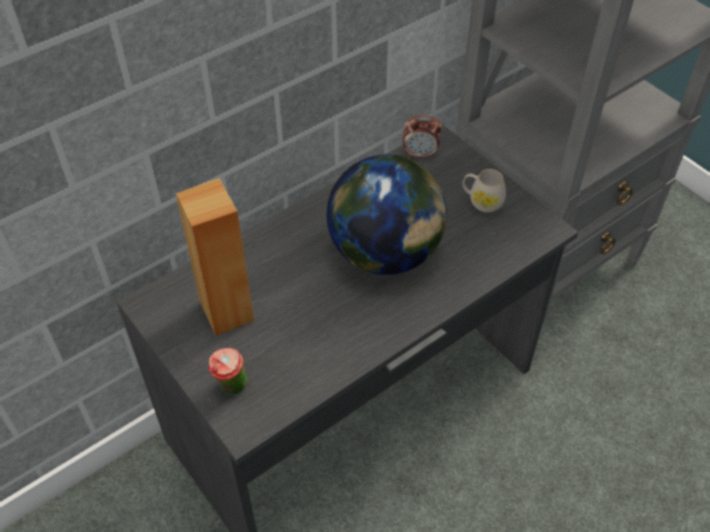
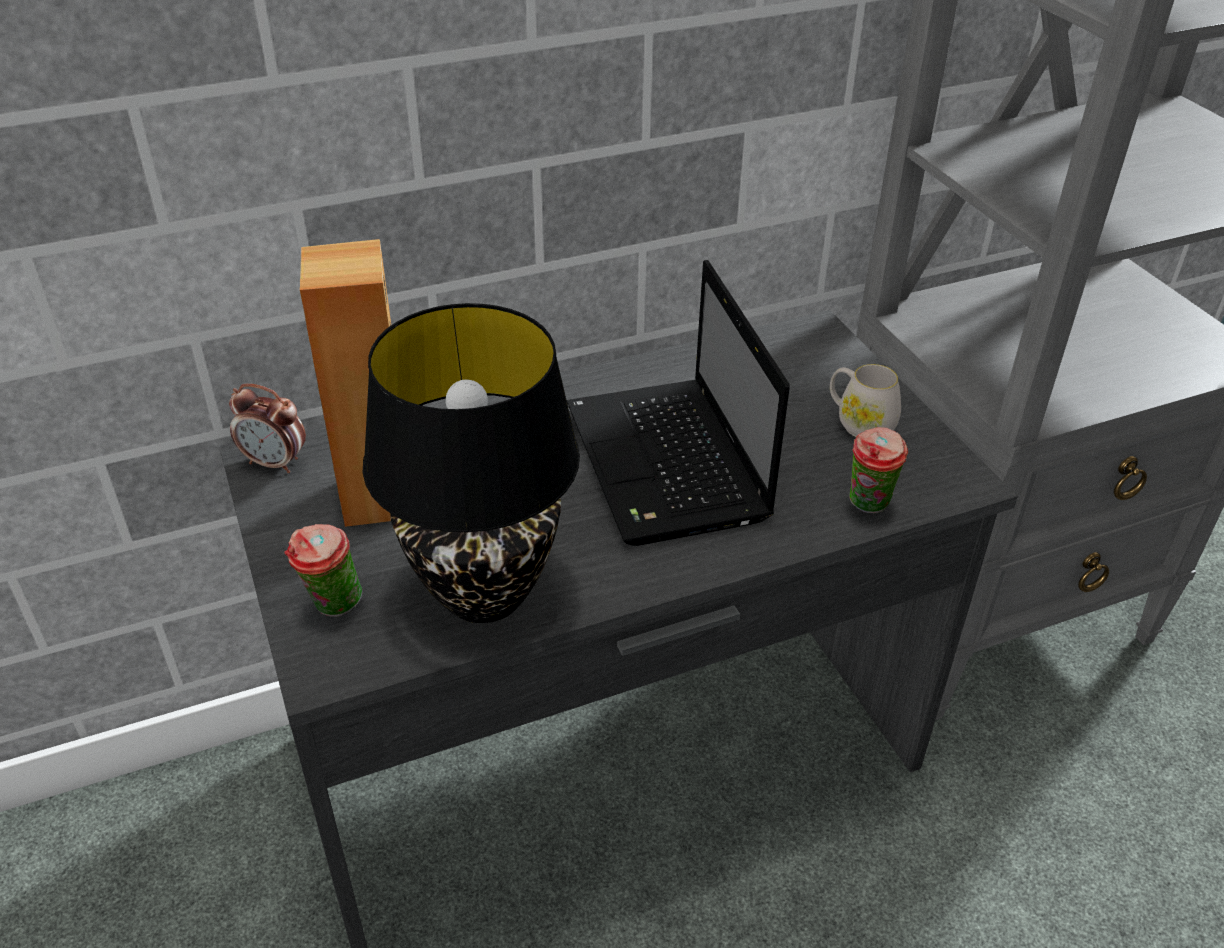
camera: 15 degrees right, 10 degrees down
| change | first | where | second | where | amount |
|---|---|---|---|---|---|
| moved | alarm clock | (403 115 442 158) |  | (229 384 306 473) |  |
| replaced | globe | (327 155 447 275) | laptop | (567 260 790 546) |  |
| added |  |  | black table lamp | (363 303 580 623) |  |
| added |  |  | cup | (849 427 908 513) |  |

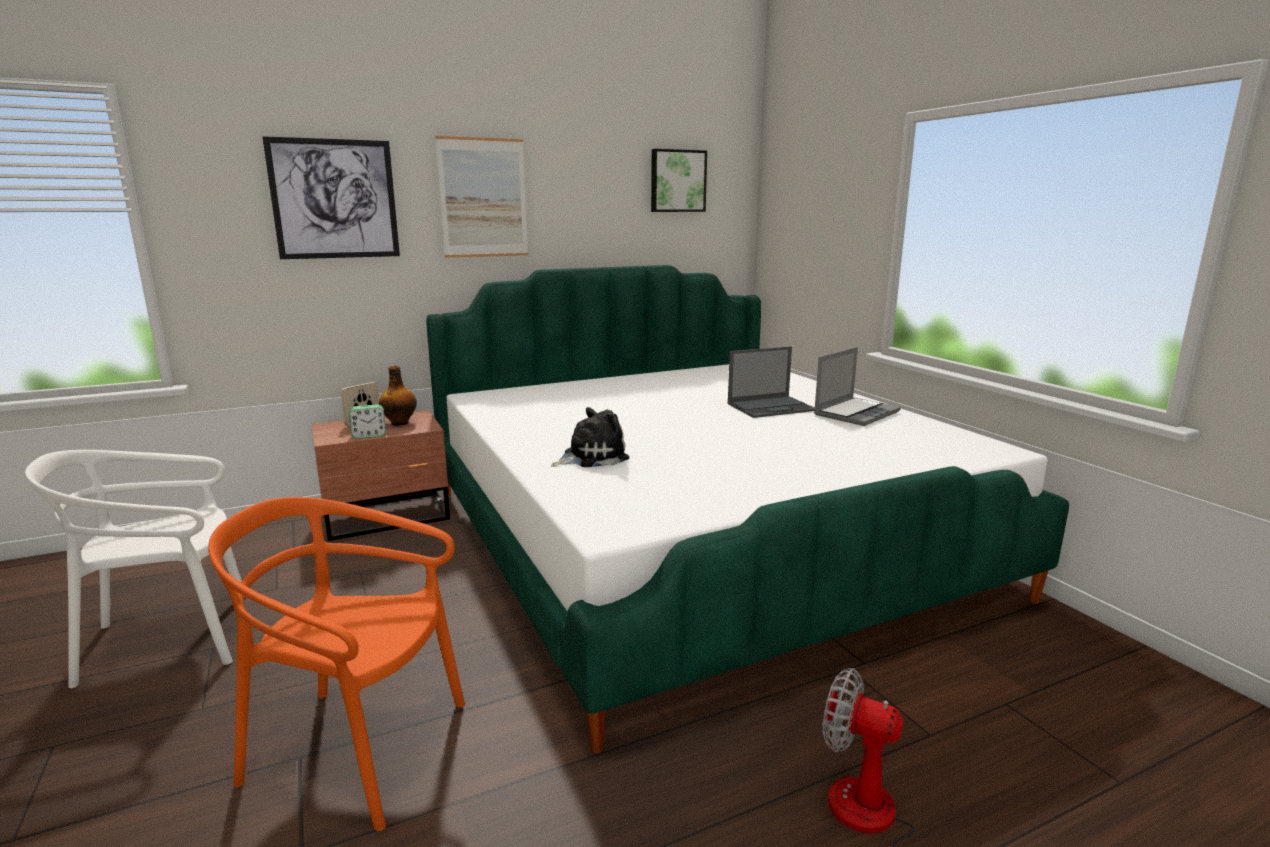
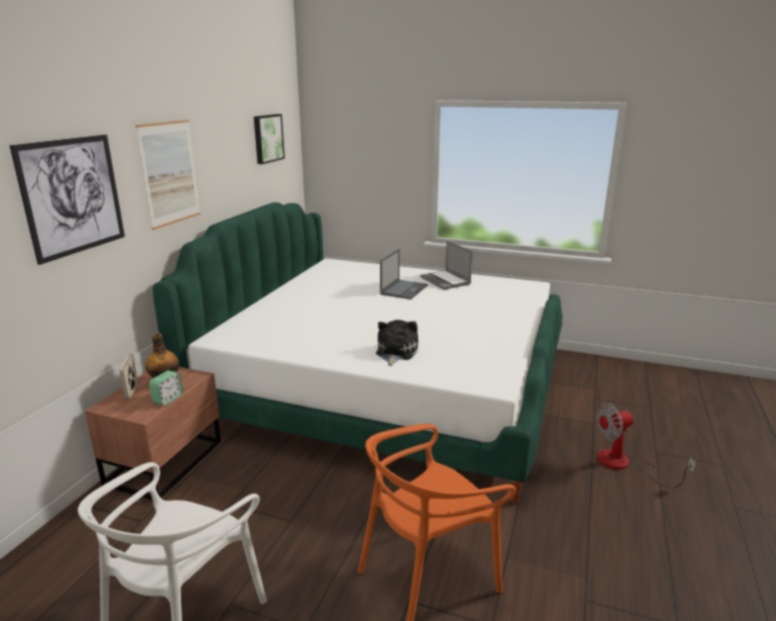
camera: 45 degrees left, 5 degrees up
| change | first | where | second | where | amount |
|---|---|---|---|---|---|
| turned | laptop | (814 347 901 426) |  | (420 241 473 290) | 150 degrees clockwise |

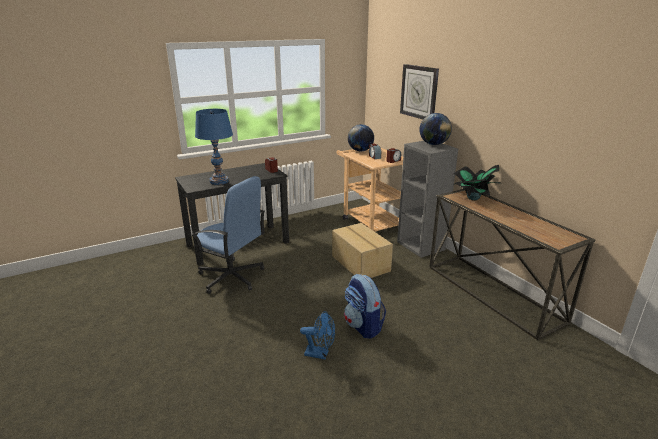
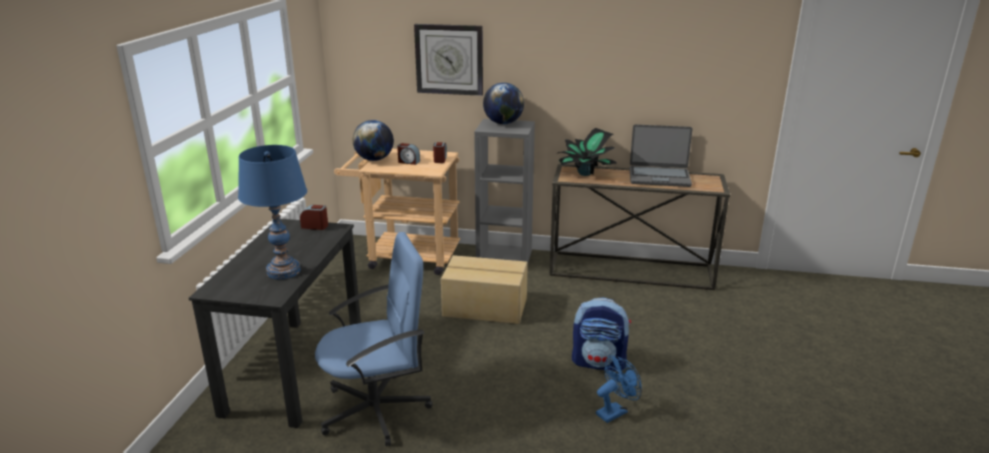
camera: 50 degrees left, 0 degrees up
| change | first | where | second | where | amount |
|---|---|---|---|---|---|
| added |  |  | laptop | (630 124 692 187) |  |

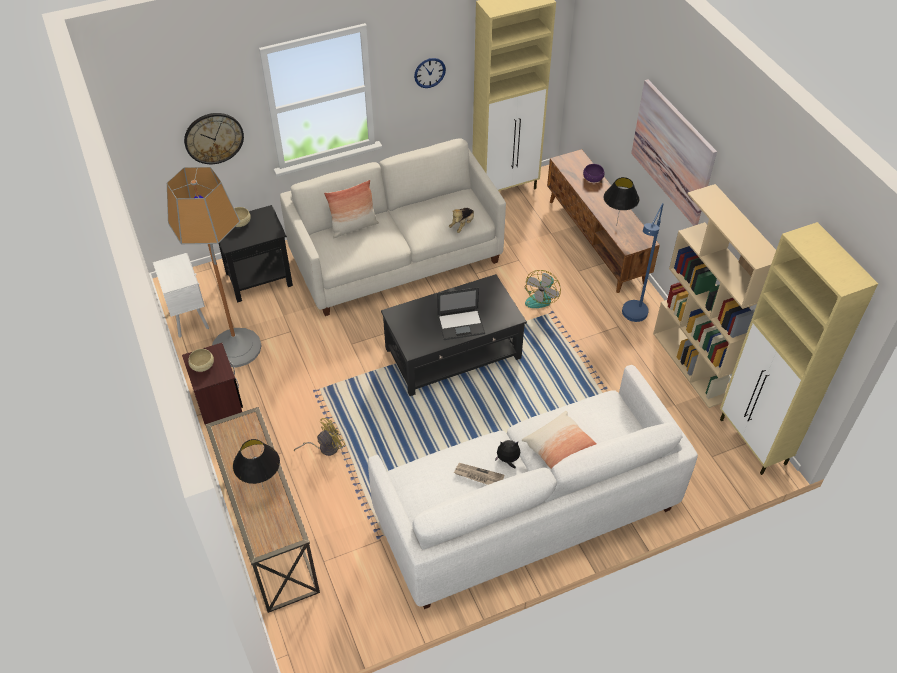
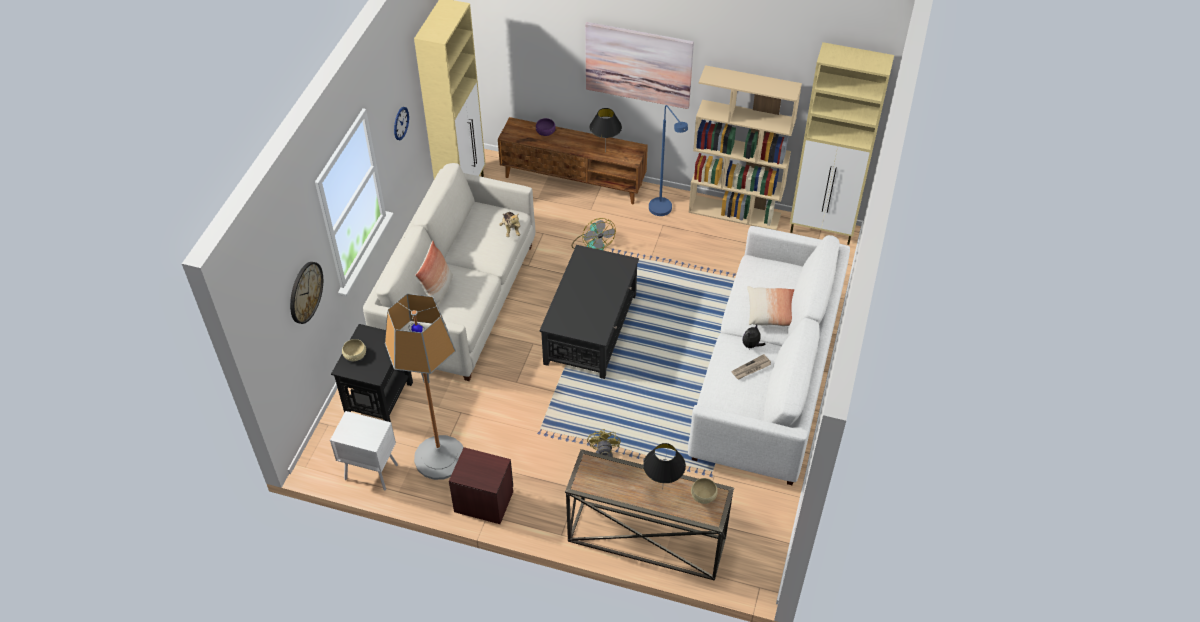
camera: 50 degrees left, 0 degrees up
| change | first | where | second | where | amount |
|---|---|---|---|---|---|
| removed | laptop | (437 287 485 340) |  |  |  |
| moved | beige bowl | (188 349 214 372) |  | (691 478 718 504) |  |

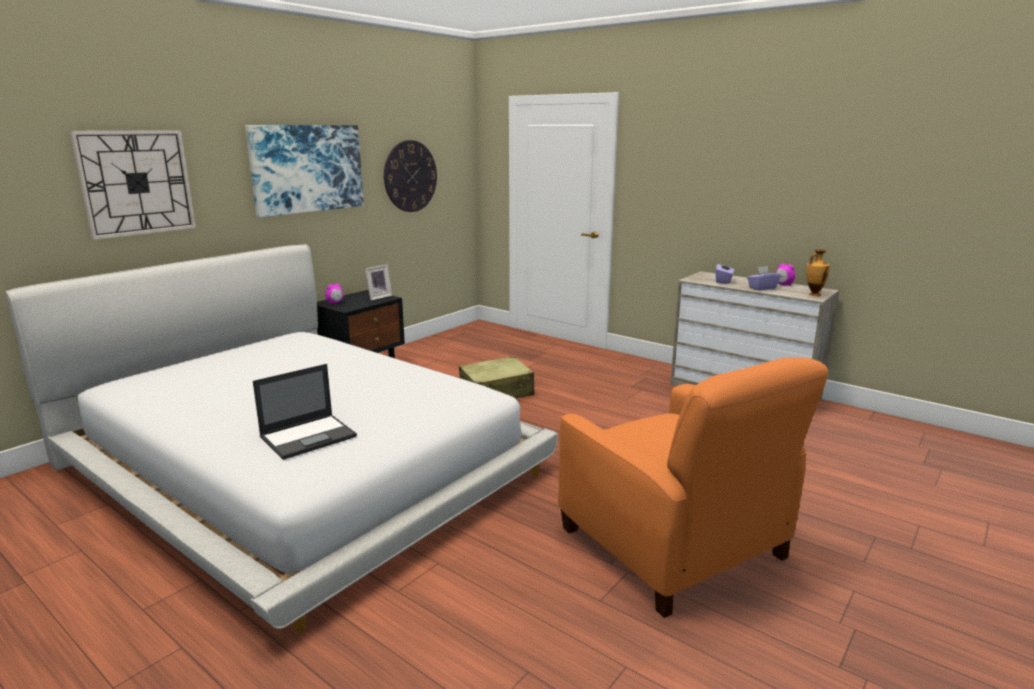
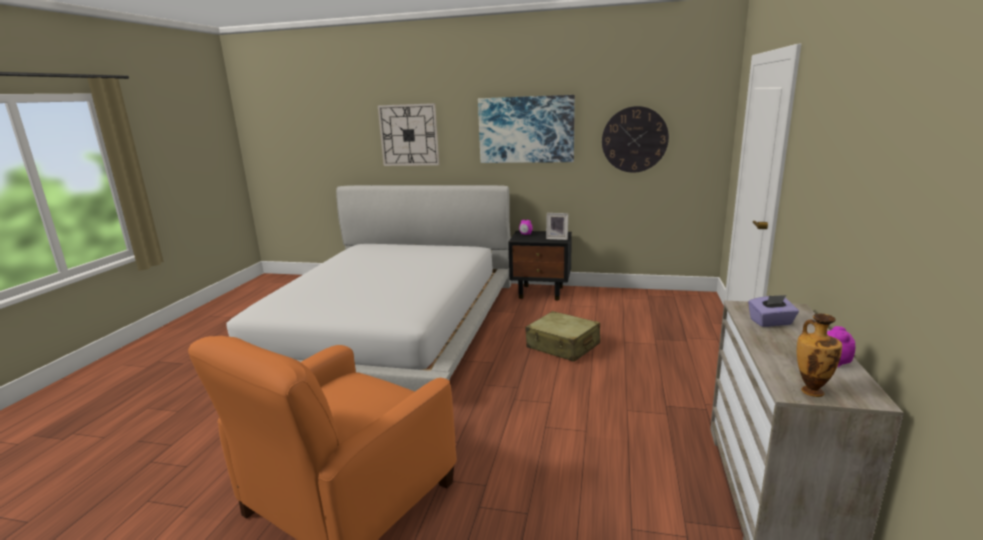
camera: 65 degrees right, 0 degrees up
| change | first | where | second | where | amount |
|---|---|---|---|---|---|
| removed | purple tissue box | (747 266 781 290) |  |  |  |
| removed | laptop | (253 364 357 460) |  |  |  |

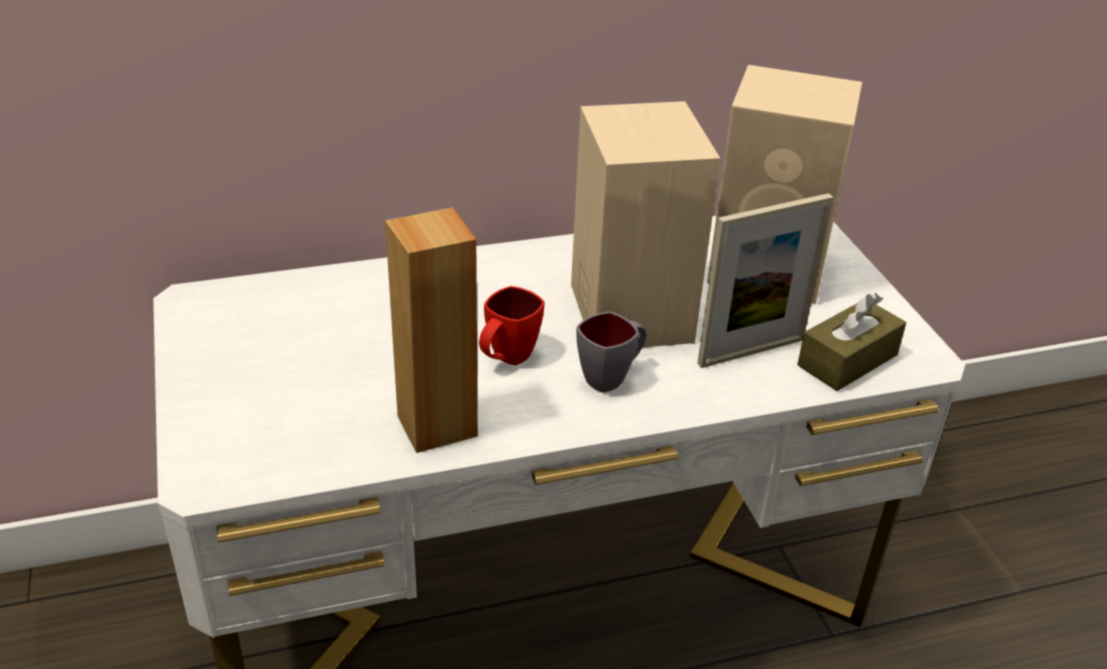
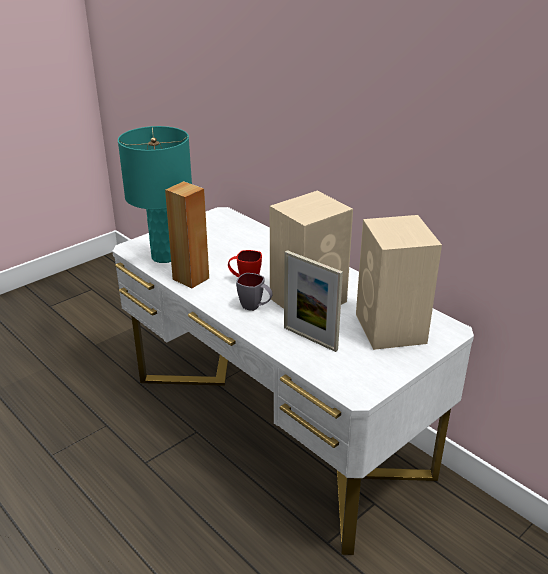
camera: 65 degrees right, 5 degrees down
| change | first | where | second | where | amount |
|---|---|---|---|---|---|
| removed | brown tissue box | (797 293 906 391) |  |  |  |
| added |  |  | turquoise table lamp | (118 126 192 263) |  |

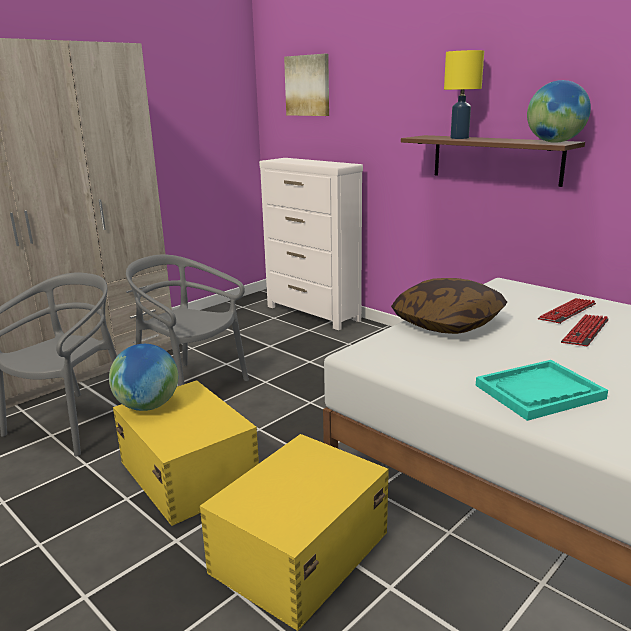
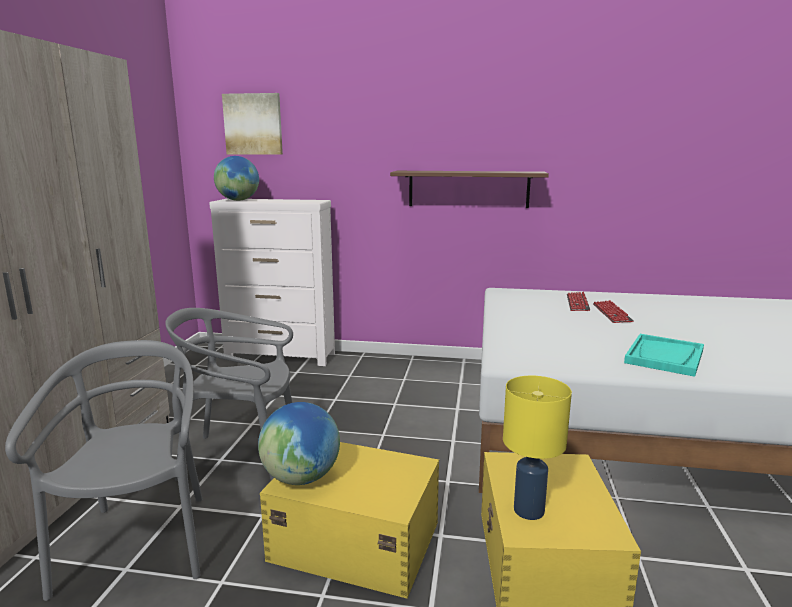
camera: 35 degrees left, 5 degrees down
| change | first | where | second | where | amount |
|---|---|---|---|---|---|
| moved | yellow table lamp | (444 50 484 139) |  | (503 376 572 520) |  |
| moved | globe | (527 80 591 143) |  | (214 156 259 201) |  |
| removed | pillow | (391 278 507 334) |  |  |  |

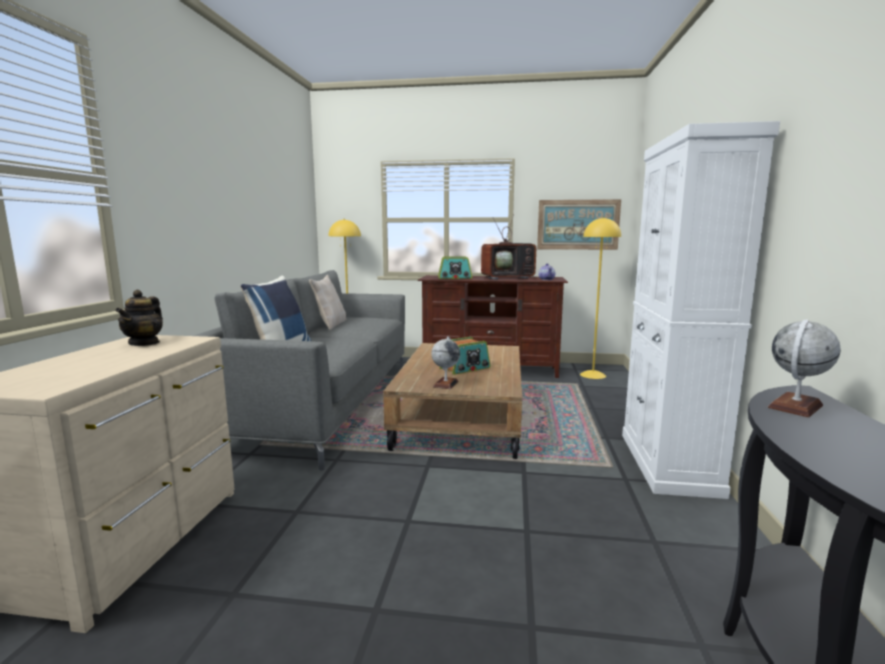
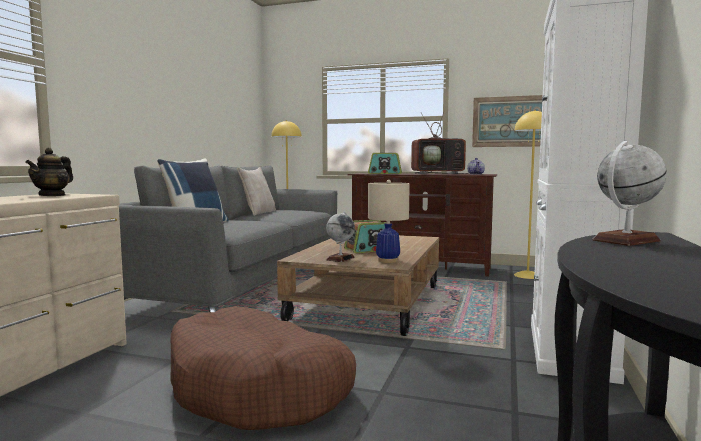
camera: 10 degrees right, 5 degrees down
| change | first | where | second | where | amount |
|---|---|---|---|---|---|
| added |  |  | beige table lamp | (368 180 410 263) |  |
| added |  |  | brown dog bed | (170 306 356 430) |  |

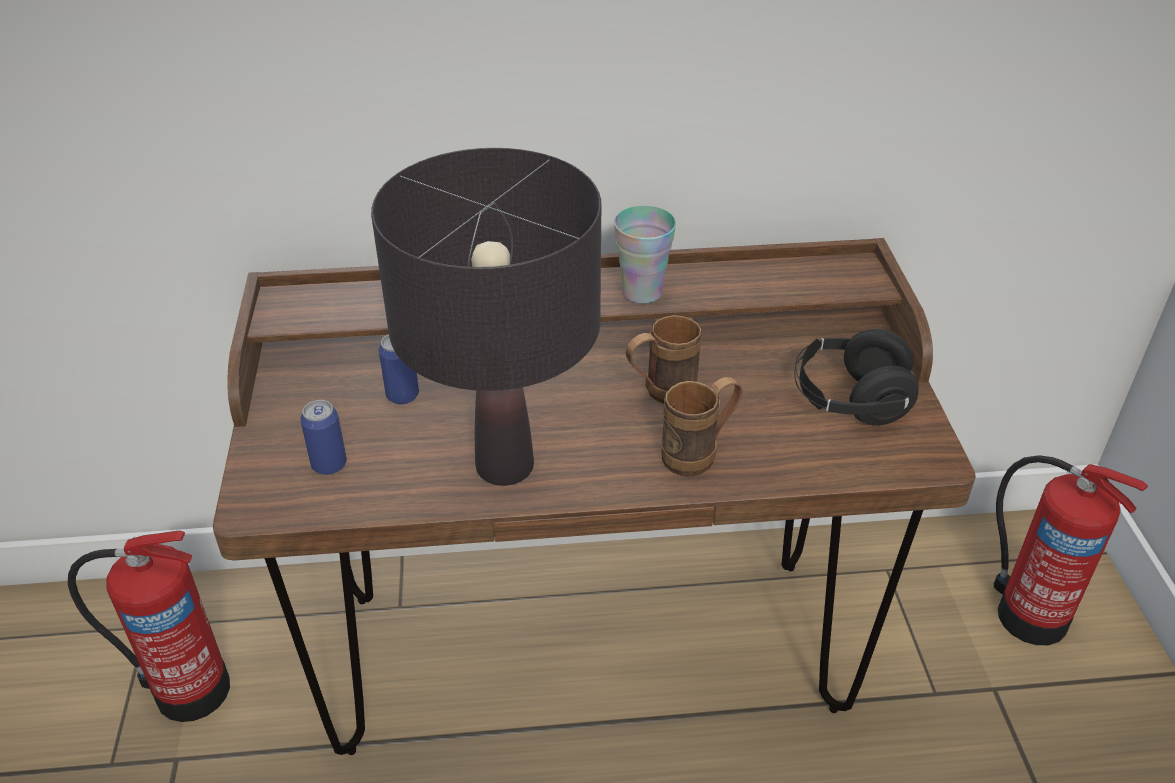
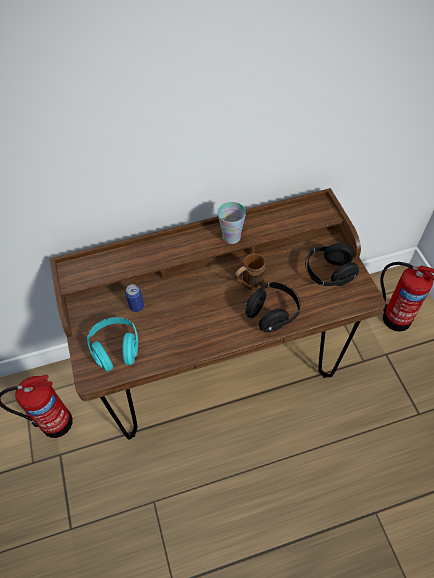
camera: 10 degrees left, 15 degrees up
| change | first | where | second | where | amount |
|---|---|---|---|---|---|
| removed | black table lamp | (371 148 601 486) |  |  |  |
| replaced | brown mug | (661 377 743 477) | black headphones | (246 282 300 332) |  |
| replaced | can | (300 400 347 475) | turquoise headphones | (87 317 138 372) |  |

